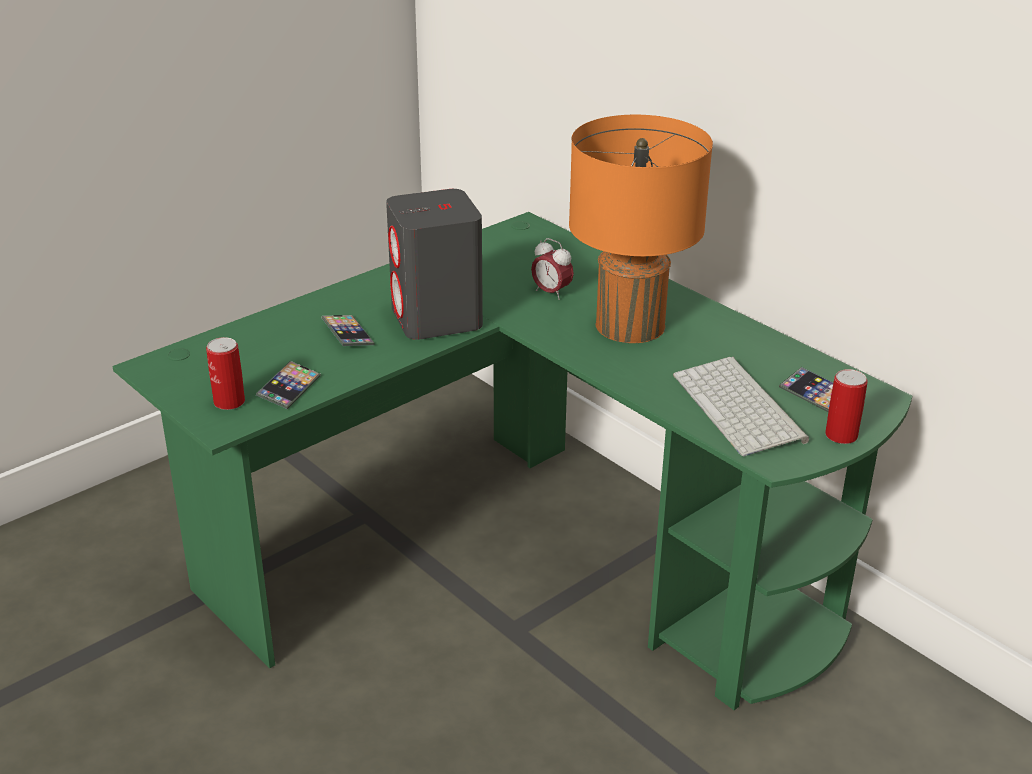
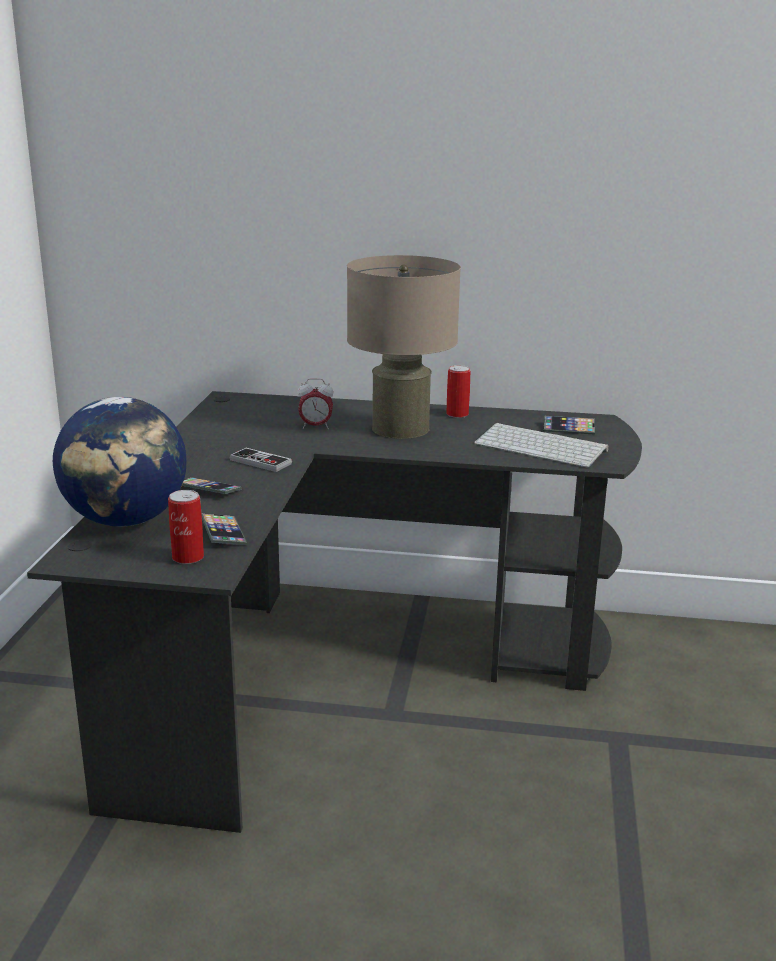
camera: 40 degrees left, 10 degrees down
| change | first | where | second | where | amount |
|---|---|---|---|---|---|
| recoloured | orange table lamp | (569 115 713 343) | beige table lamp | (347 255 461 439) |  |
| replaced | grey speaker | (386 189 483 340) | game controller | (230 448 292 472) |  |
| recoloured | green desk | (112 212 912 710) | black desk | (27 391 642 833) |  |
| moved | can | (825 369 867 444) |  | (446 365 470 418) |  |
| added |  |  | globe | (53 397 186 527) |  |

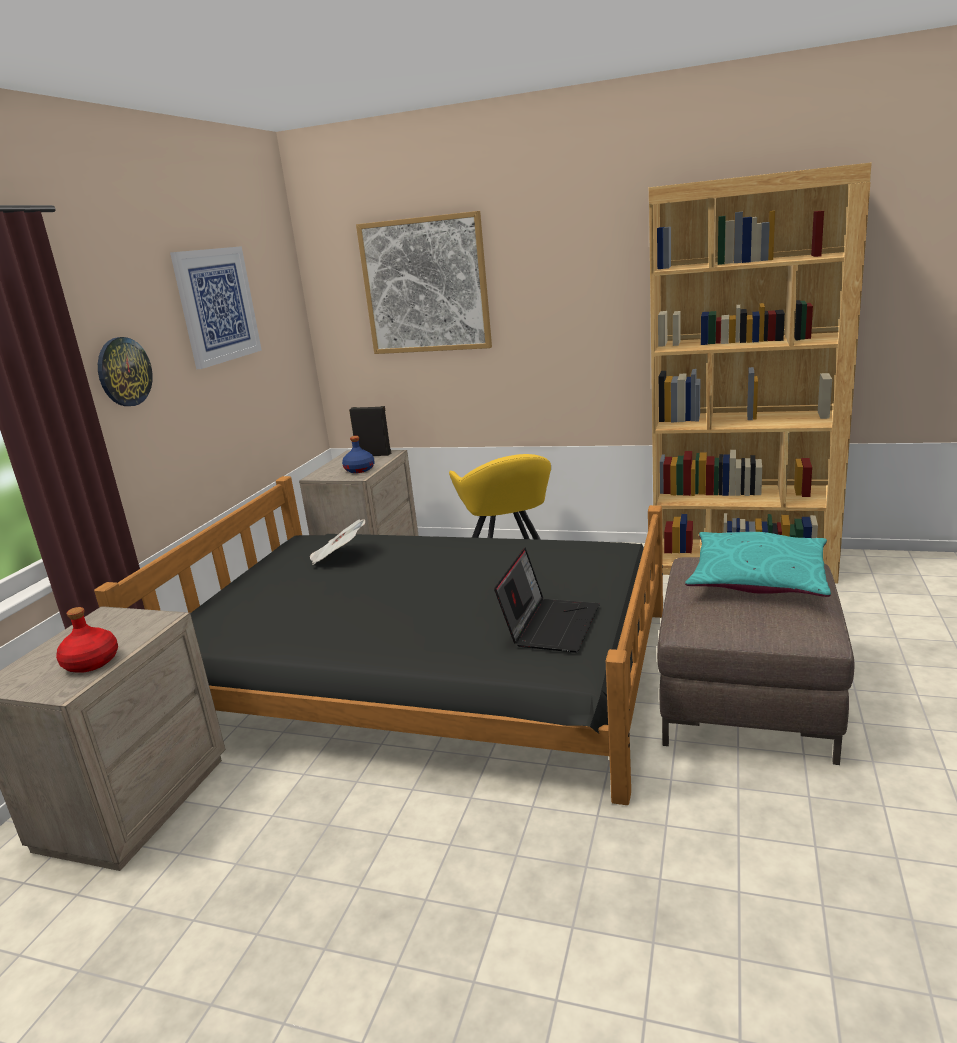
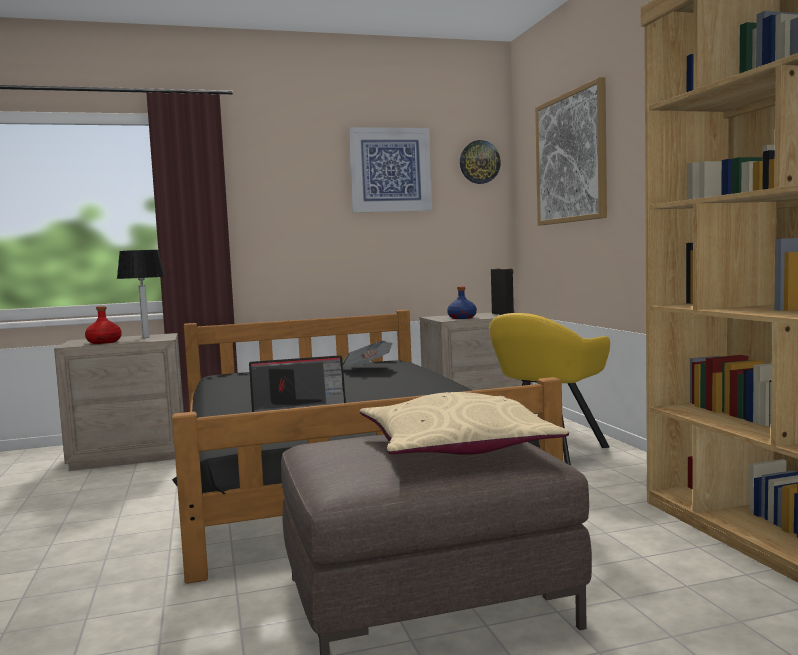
camera: 55 degrees right, 15 degrees down
| change | first | where | second | where | amount |
|---|---|---|---|---|---|
| moved | wall clock | (98 337 153 406) |  | (460 140 501 184) |  |
| recoloured | turquoise pillow | (685 532 831 597) | beige pillow | (360 392 569 455) |  |
| added |  |  | table lamp | (117 250 165 338) |  |

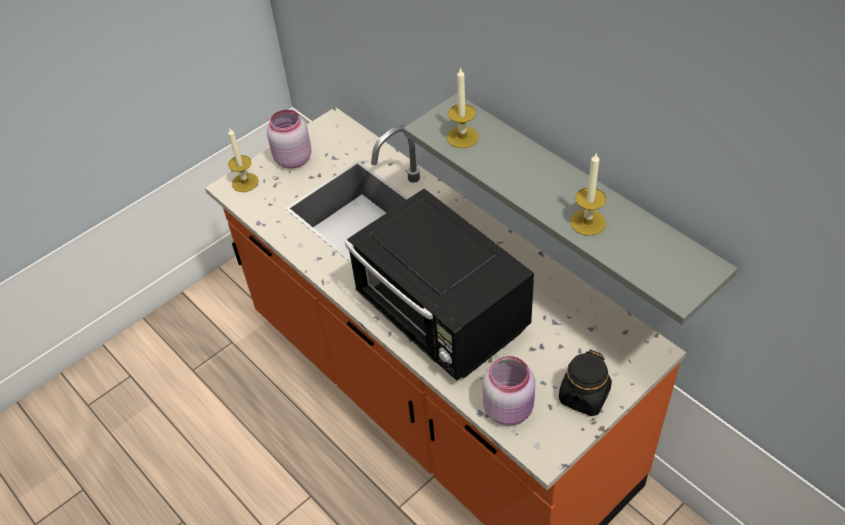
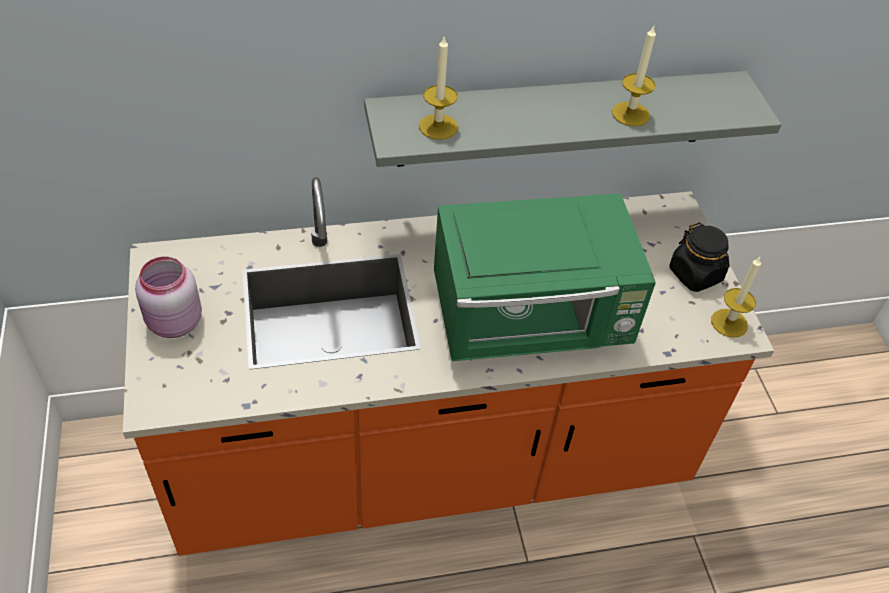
camera: 65 degrees left, 0 degrees up
| change | first | where | second | where | amount |
|---|---|---|---|---|---|
| moved | candle | (228 127 259 192) |  | (711 257 761 338) |  |
| recoloured | black microwave | (345 189 534 381) | green microwave | (434 193 656 361) |  |
| removed | pink jar | (483 356 535 426) |  |  |  |

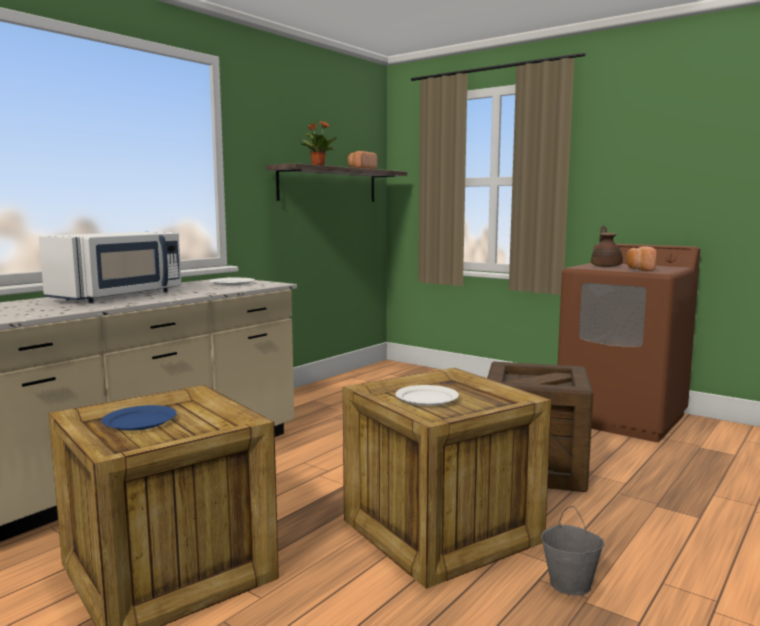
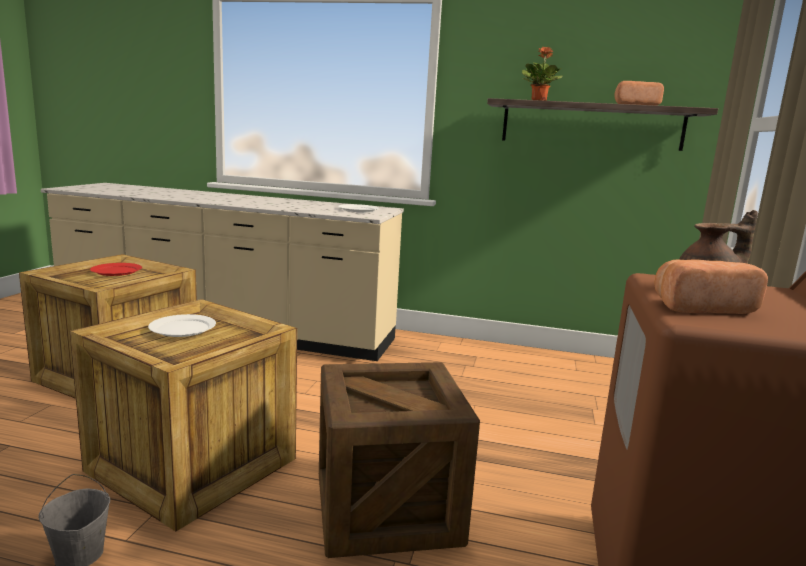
camera: 65 degrees right, 5 degrees up
| change | first | where | second | where | amount |
|---|---|---|---|---|---|
| removed | white microwave | (39 232 181 303) |  |  |  |
| recoloured | blue plate | (101 405 177 431) | red plate | (90 263 142 276) |  |

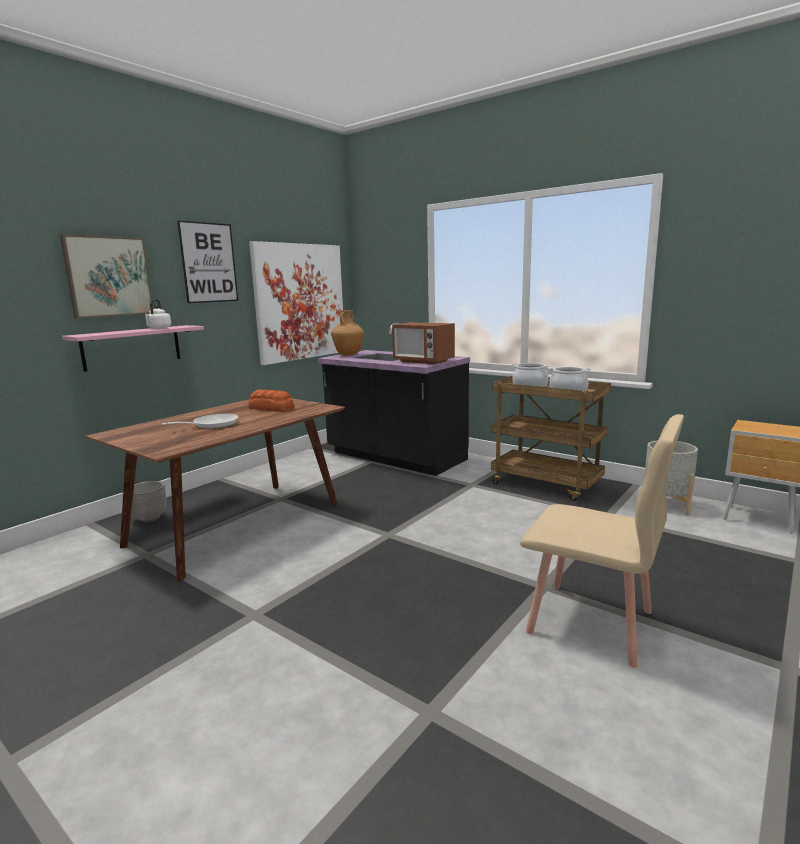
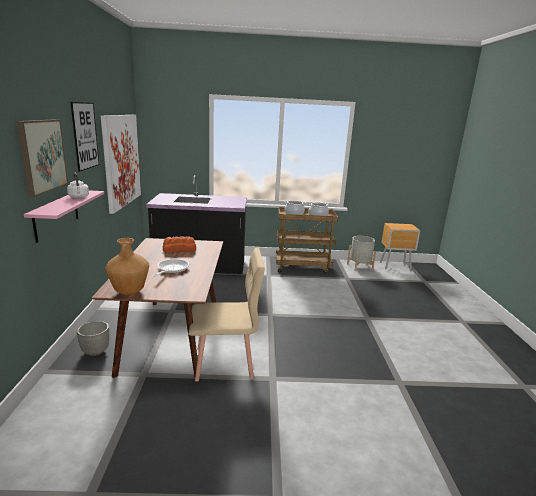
camera: 40 degrees left, 5 degrees up
| change | first | where | second | where | amount |
|---|---|---|---|---|---|
| moved | brown vase | (331 310 364 356) |  | (105 238 149 295) |  |
| removed | microwave | (392 322 455 364) |  |  |  |
| moved | beige chair | (520 414 684 668) |  | (189 247 265 382) |  |

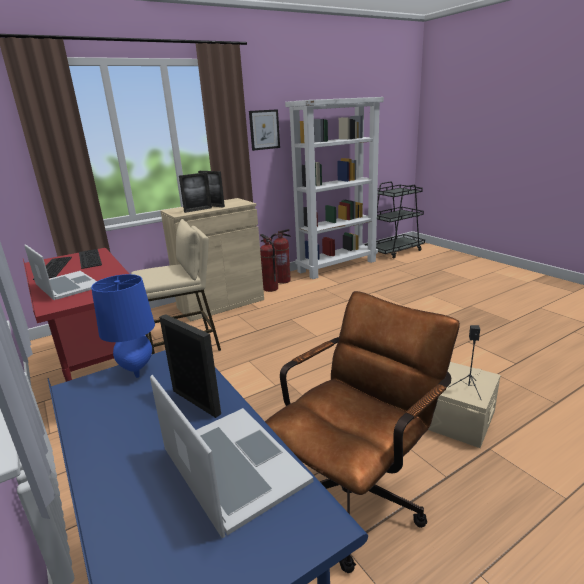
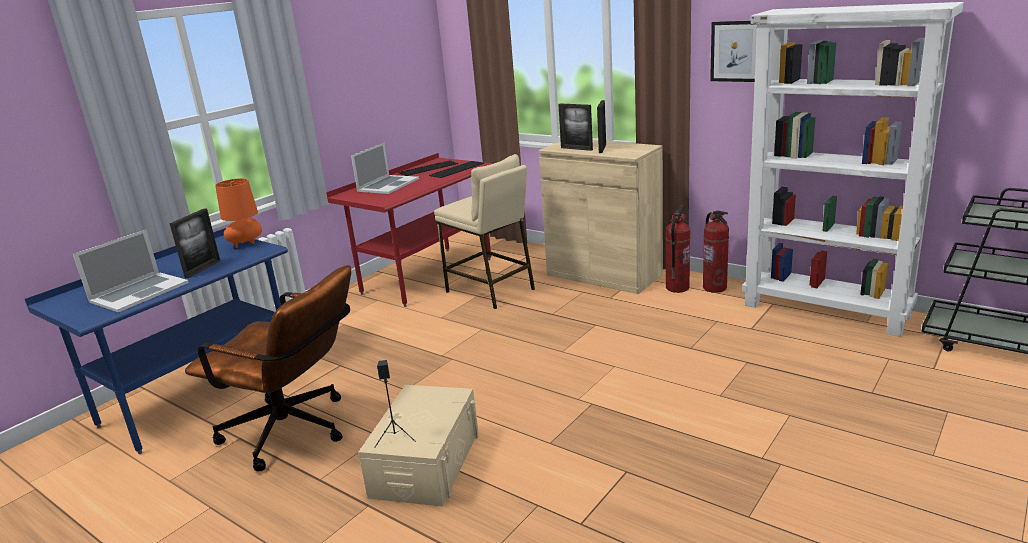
camera: 70 degrees right, 0 degrees up
| change | first | where | second | where | amount |
|---|---|---|---|---|---|
| recoloured | blue table lamp | (91 274 155 378) | orange table lamp | (215 178 262 248) |  |

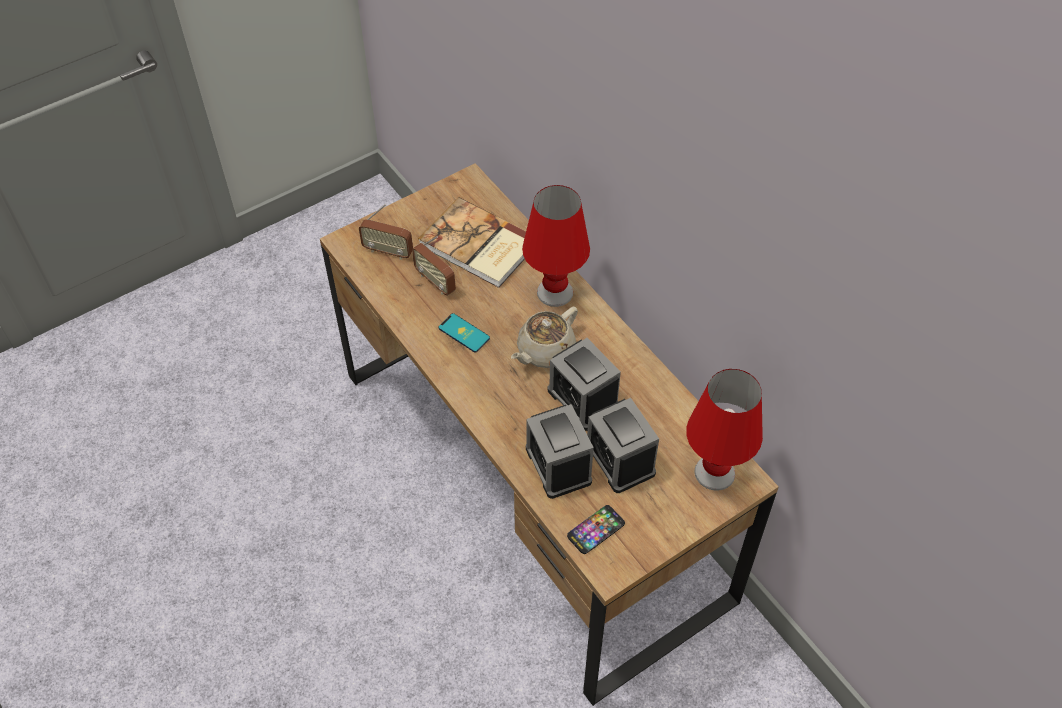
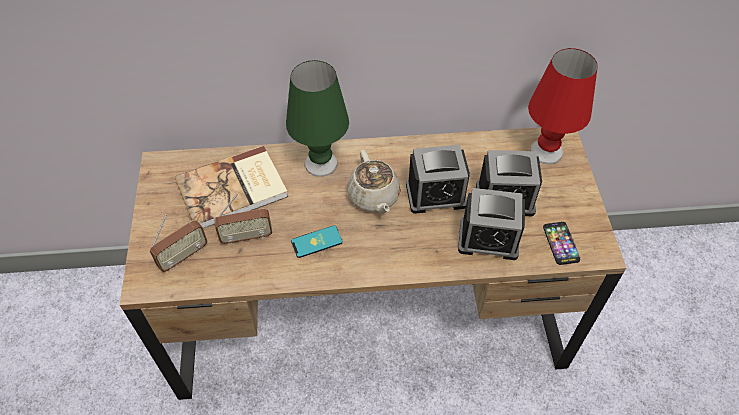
camera: 60 degrees left, 0 degrees up
| change | first | where | second | where | amount |
|---|---|---|---|---|---|
| recoloured | red table lamp | (522 185 590 307) | green table lamp | (286 60 349 177) |  |

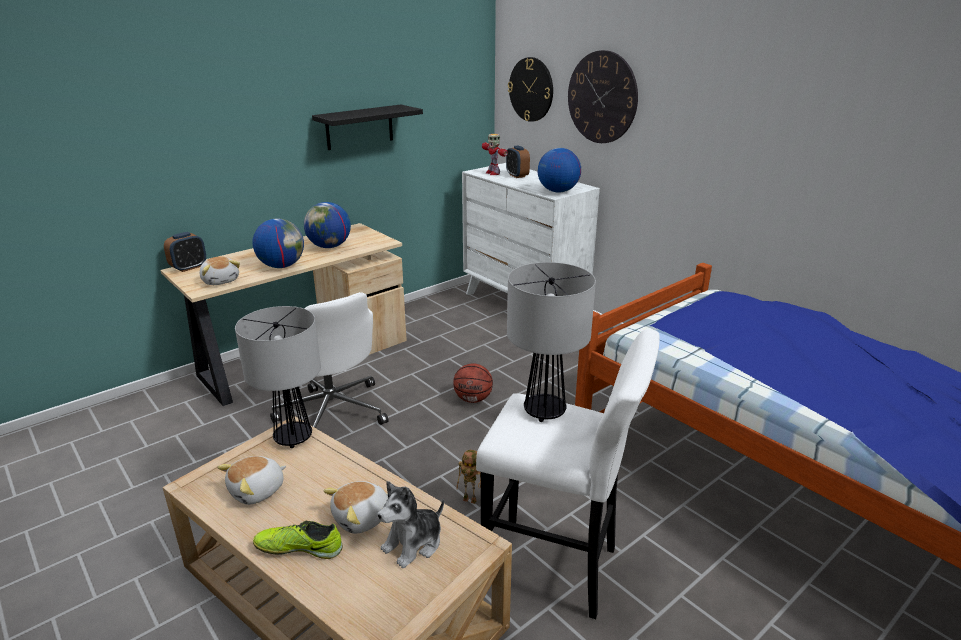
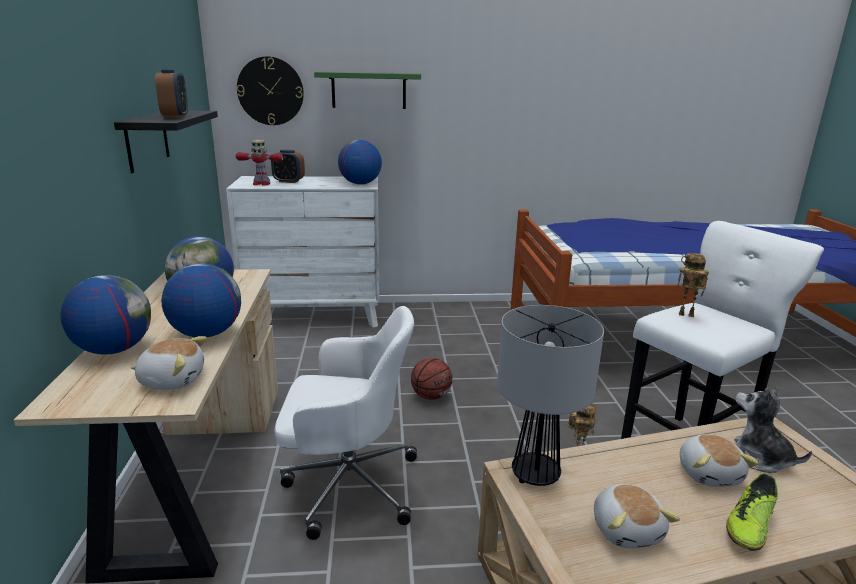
camera: 55 degrees left, 5 degrees down
| change | first | where | second | where | amount |
|---|---|---|---|---|---|
| replaced | wall clock | (568 50 638 143) | green shelf | (314 71 421 109) |  |
| moved | alarm clock | (164 232 206 272) |  | (155 69 188 118) |  |
| replaced | table lamp | (507 262 596 422) | toy robot | (676 253 709 317) |  |
| turned | plush toy | (378 481 444 568) |  | (735 387 812 473) | 150 degrees clockwise |
| added |  |  | globe | (60 275 151 355) |  |

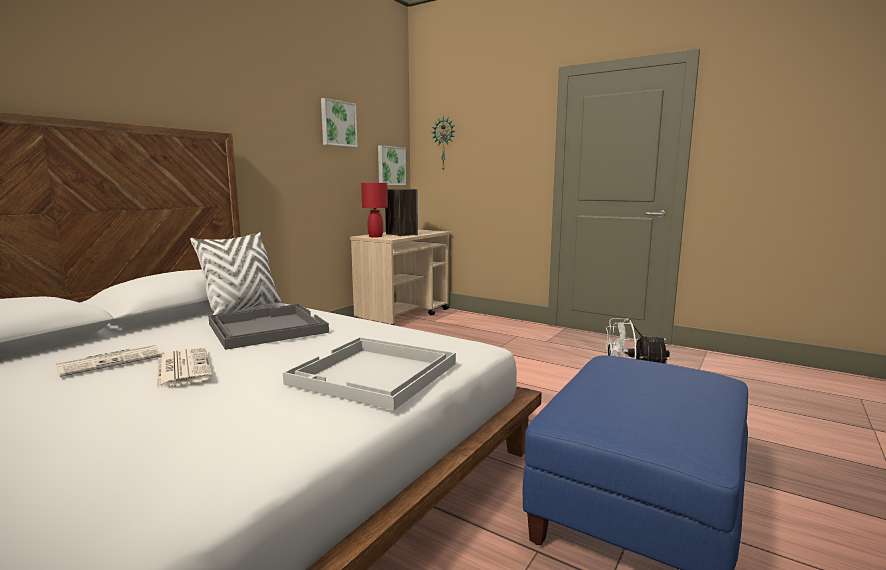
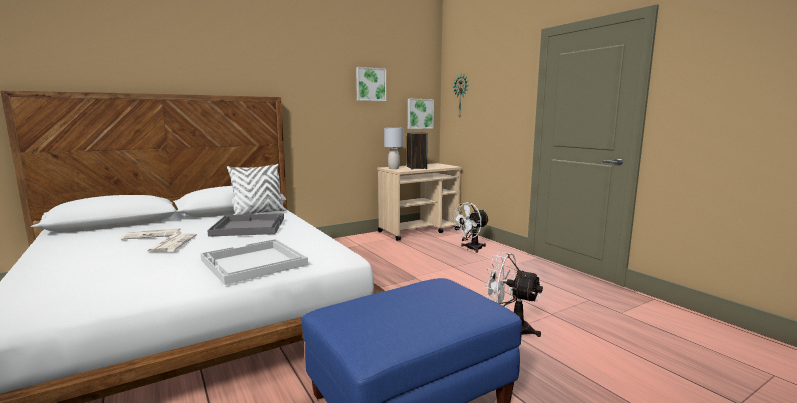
camera: 25 degrees right, 0 degrees up
| change | first | where | second | where | amount |
|---|---|---|---|---|---|
| recoloured | red table lamp | (361 183 388 238) | grey table lamp | (384 128 404 169) |  |
| added |  |  | white fan | (452 202 490 253) |  |

